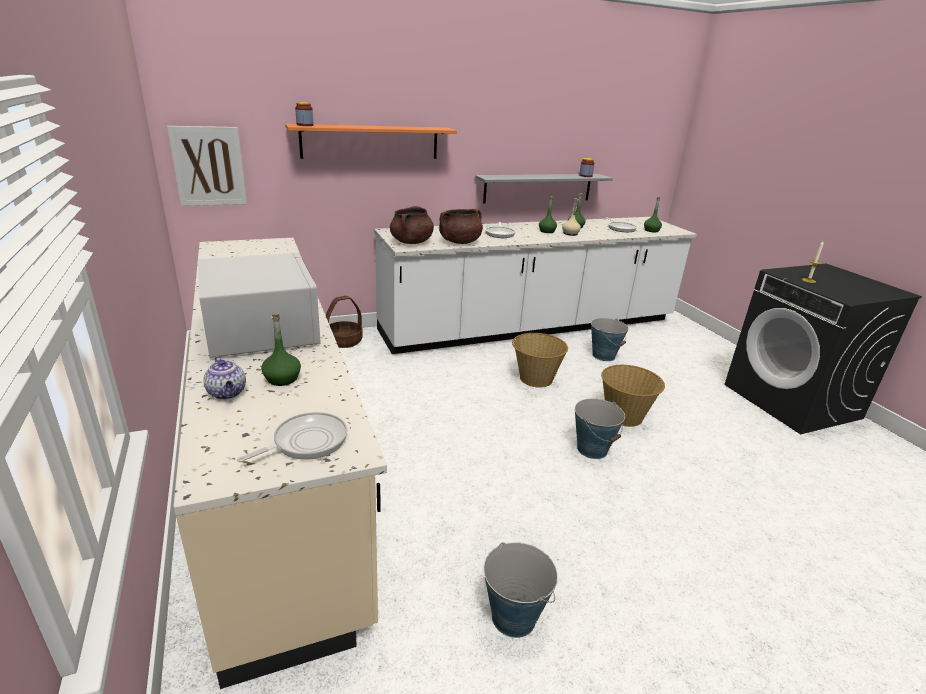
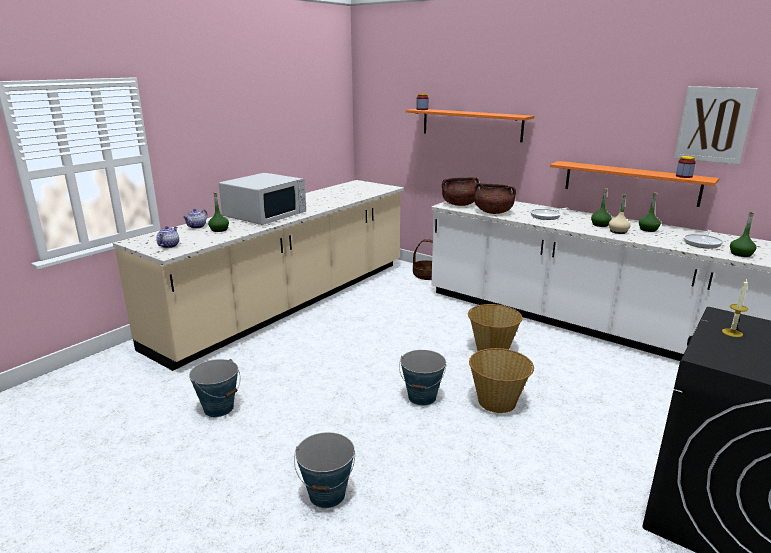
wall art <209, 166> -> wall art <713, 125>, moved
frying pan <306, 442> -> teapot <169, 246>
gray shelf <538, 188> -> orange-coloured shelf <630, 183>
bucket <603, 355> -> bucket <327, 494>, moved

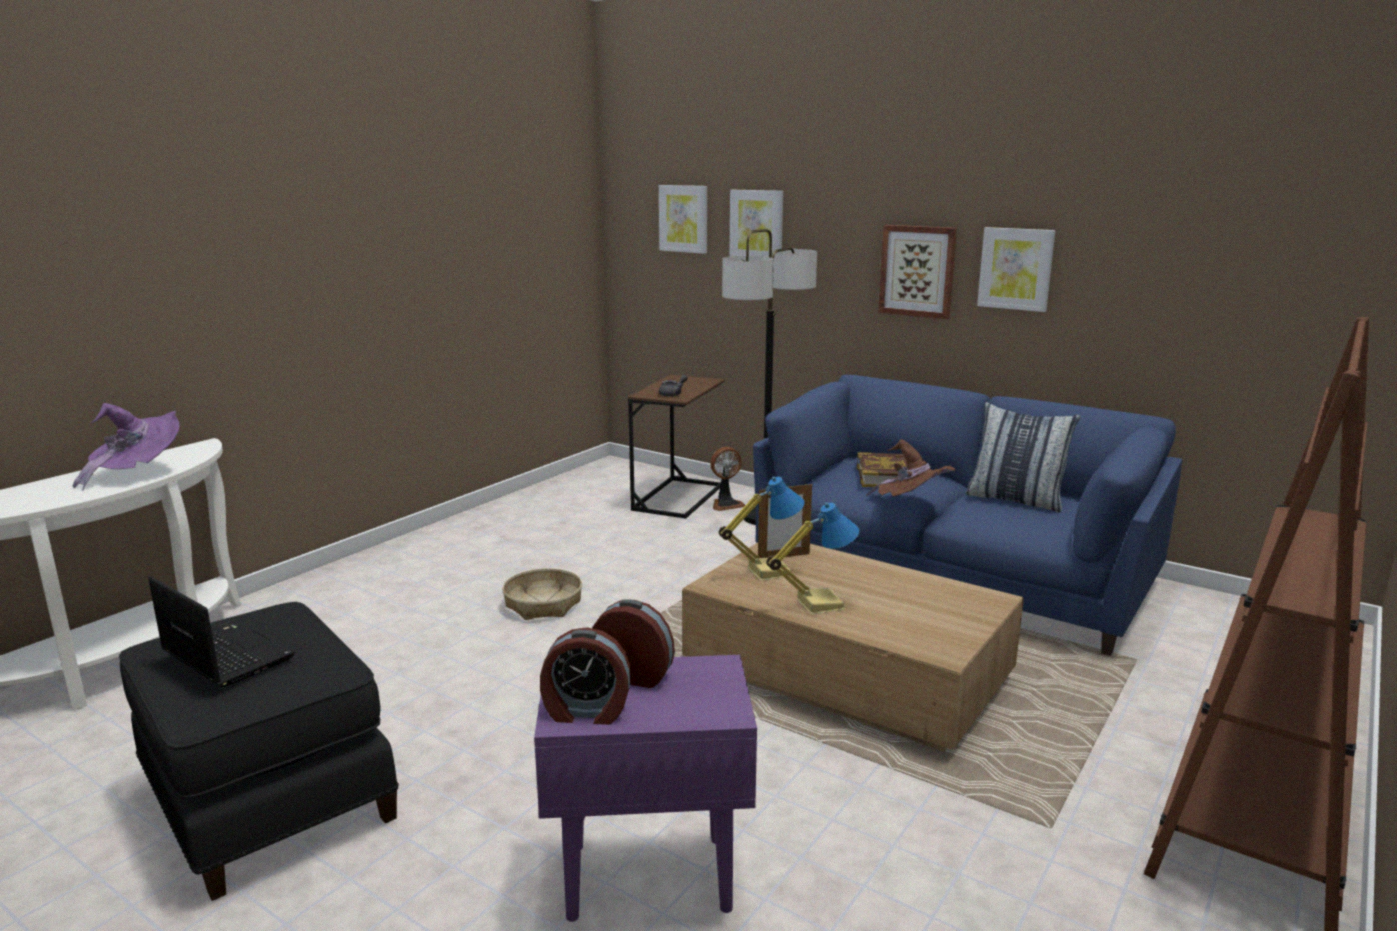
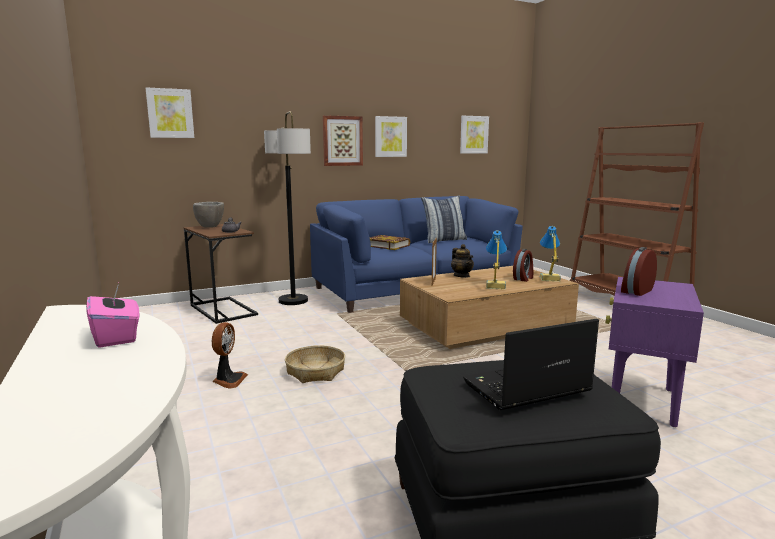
purple hat <137, 473> -> pinkish tissue holder <116, 336>
table clock <586, 712> -> table clock <523, 278>, moved
electric fan <726, 504> -> electric fan <228, 380>, moved
table lamp <768, 571> -> table lamp <549, 279>, moved
wall art <757, 225> -> wall art <473, 134>, moved
brownish hat <911, 504> -> none
none -> gray serving bowl <210, 227>
none -> teapot <462, 276>

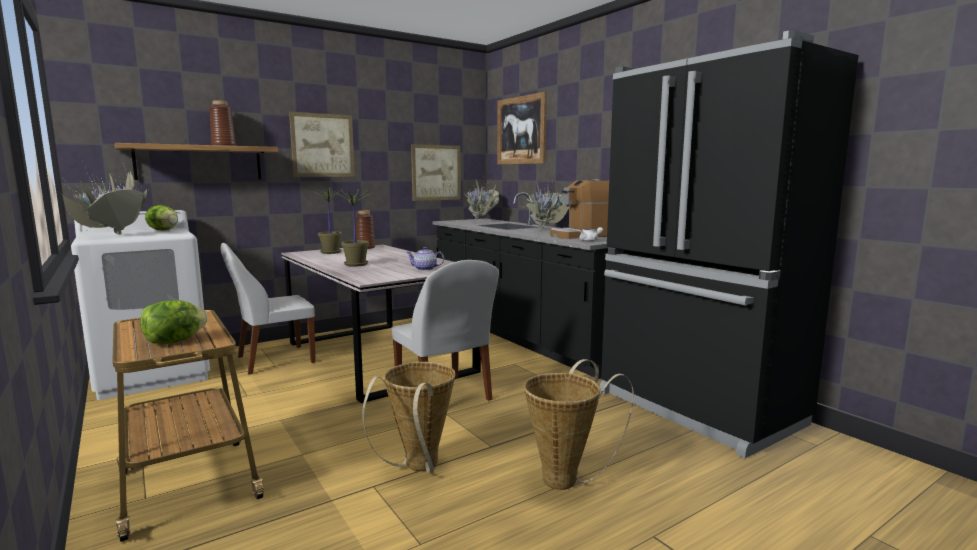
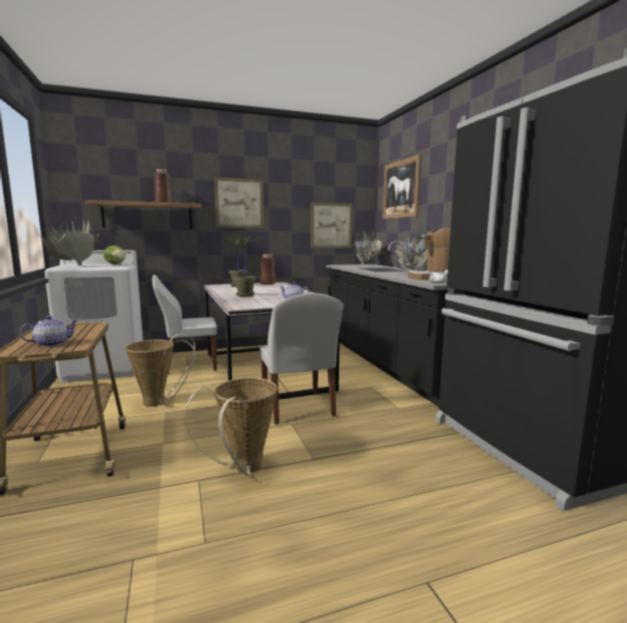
lettuce <175, 341> -> teapot <51, 344>
household basket <566, 478> -> household basket <159, 402>, moved

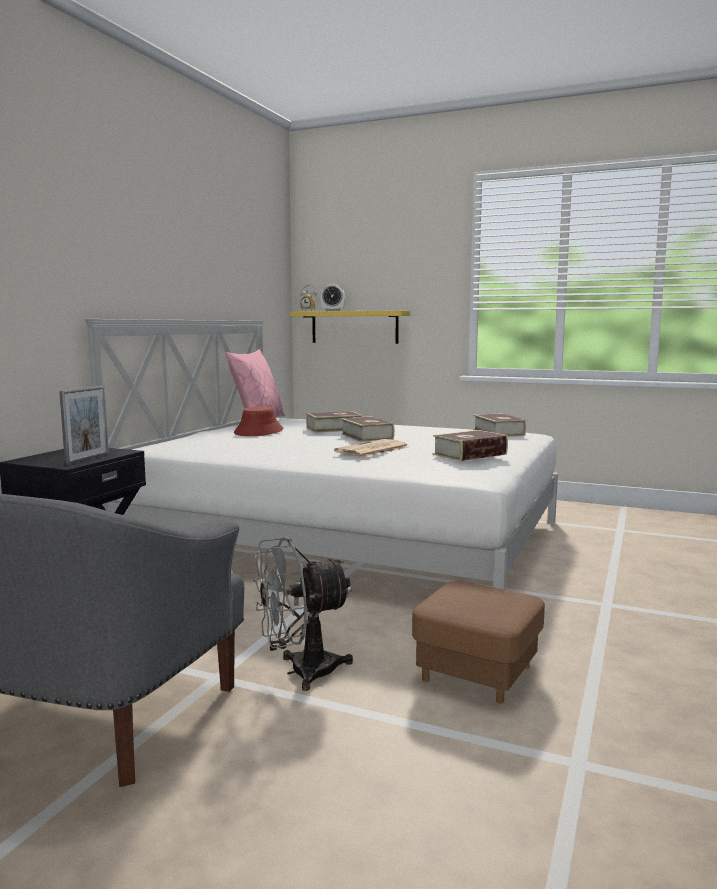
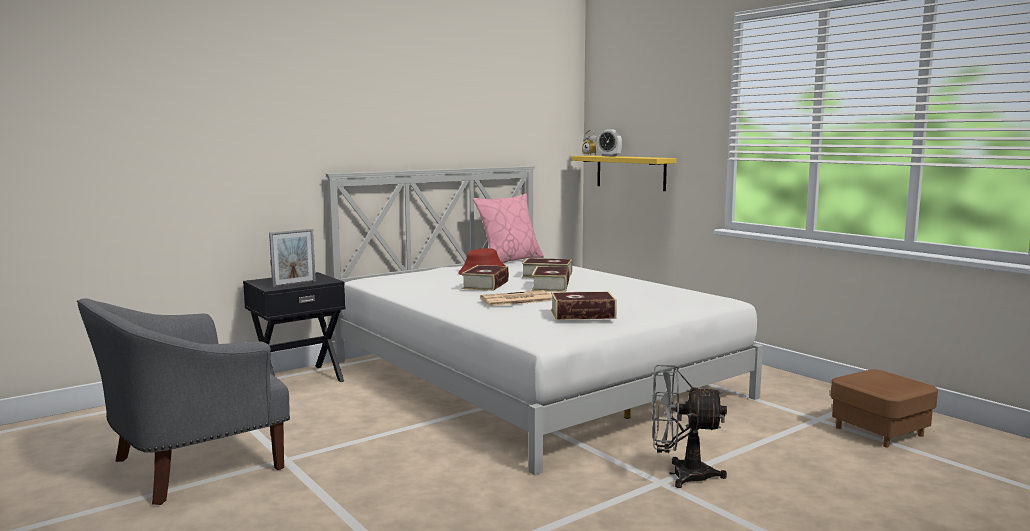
gray electric fan <301, 672> -> gray electric fan <680, 475>, moved
brownish footrest <477, 673> -> brownish footrest <879, 431>, moved
bound book <498, 432> -> bound book <485, 285>, moved

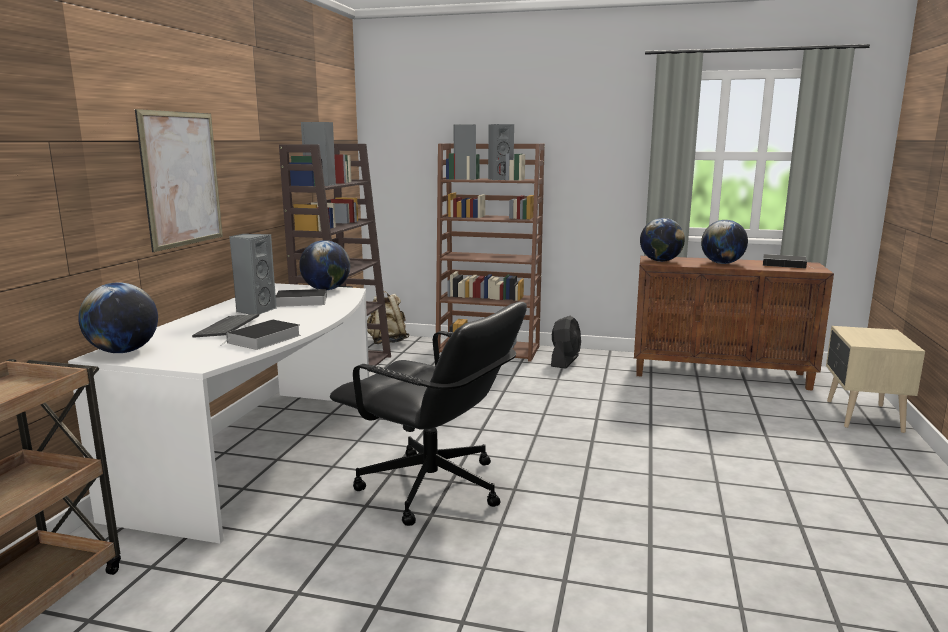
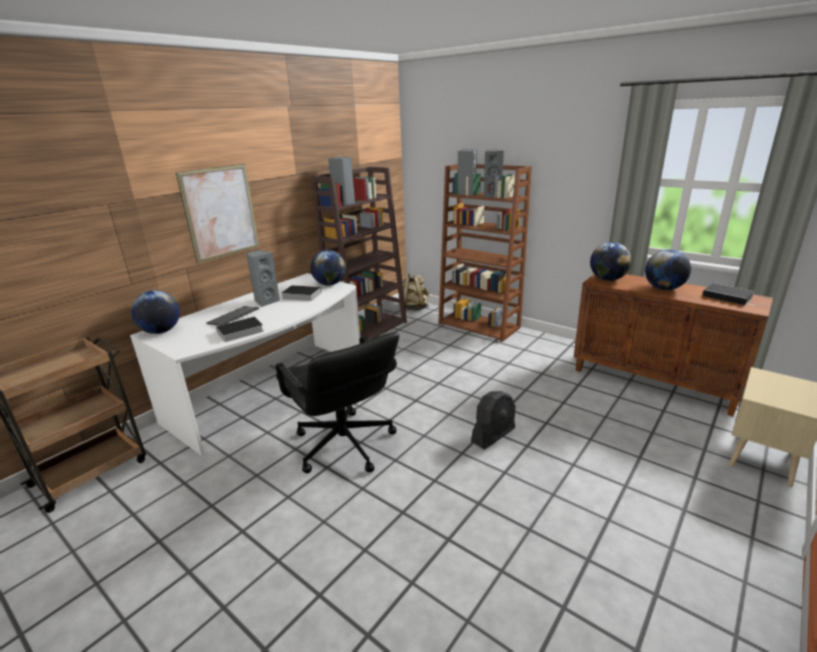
blackish electric fan <565, 361> -> blackish electric fan <493, 435>, moved

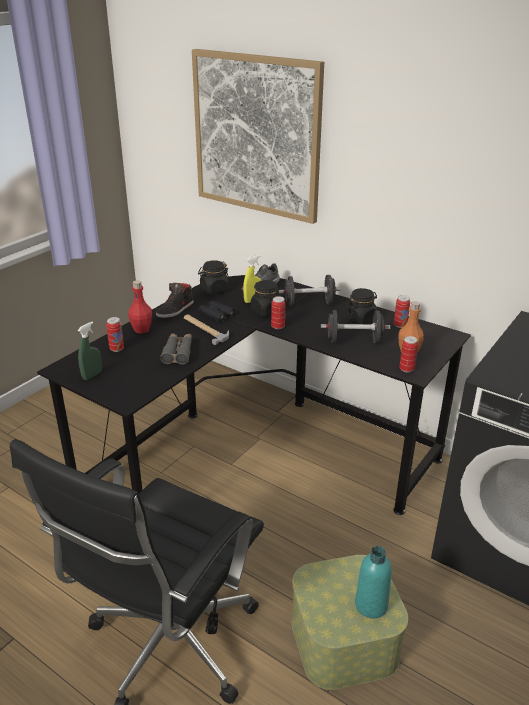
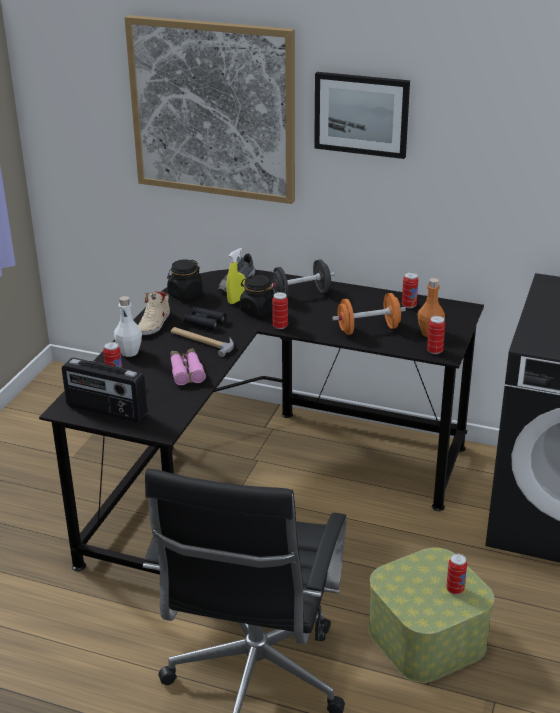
greenish spray bottle <92, 375> -> radio receiver <106, 410>
reddish bottle <142, 329> -> whitish bottle <129, 352>
blackish low shoe <175, 310> -> beige low shoe <154, 324>
gray pair of binoculars <178, 352> -> pinkish pair of binoculars <186, 371>
blackish hand weight <354, 340> -> orange-coloured hand weight <368, 329>
blackish preserve jar <360, 320> -> none
blue-green bottle <371, 605> -> can <455, 589>
none -> wall art <361, 114>

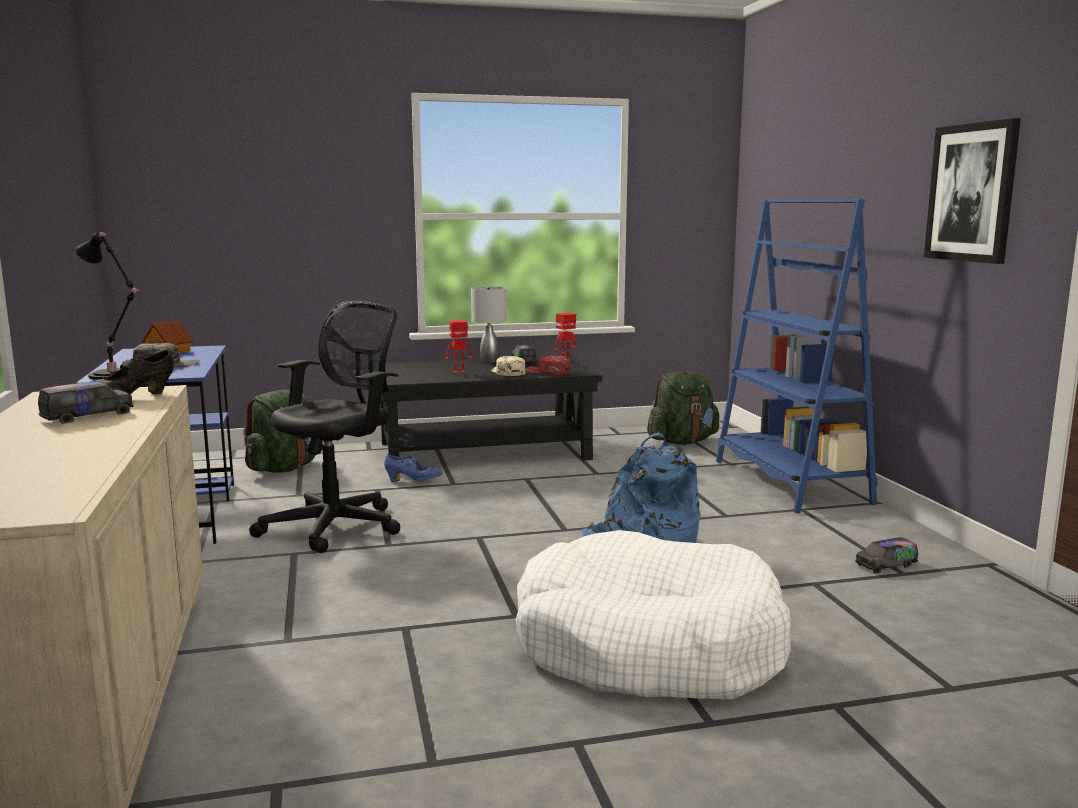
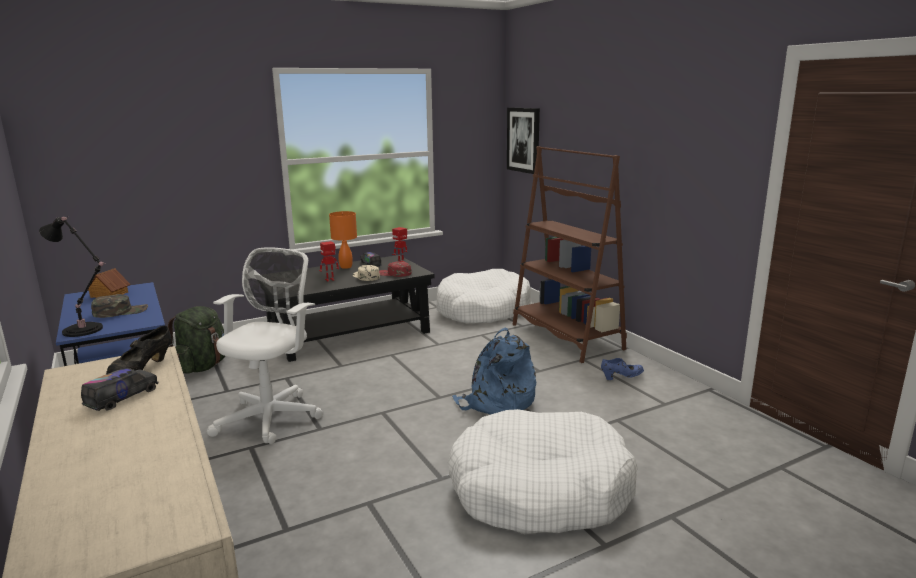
blackish desk chair <337, 526> -> whitish desk chair <272, 416>
blue low shoe <413, 481> -> blue low shoe <622, 377>, moved
gray table lamp <489, 362> -> orange-coloured table lamp <346, 267>
greenish backpack <682, 442> -> whitish dog bed <482, 310>
blue shelving unit <790, 482> -> brownish shelving unit <566, 337>
toy truck <886, 565> -> none
wall art <972, 193> -> wall art <523, 140>, moved

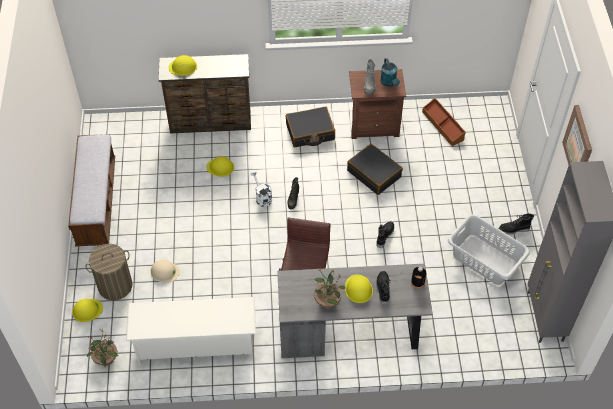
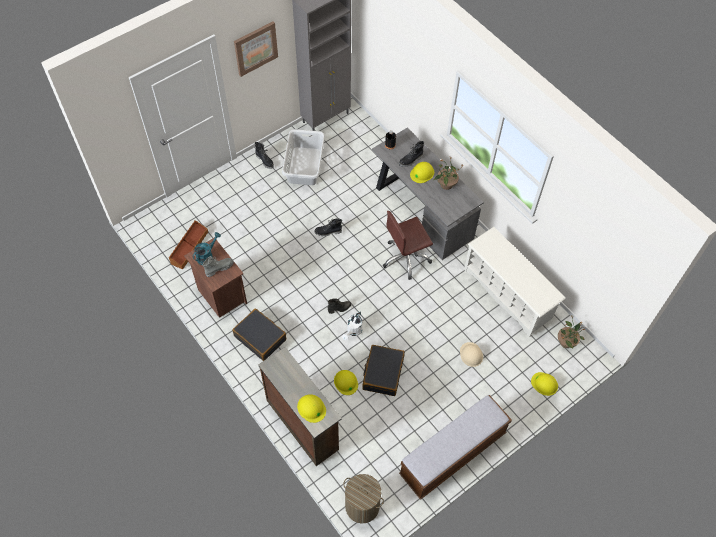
laundry basket <115, 286> -> laundry basket <362, 506>, moved
blackish suitcase <374, 174> -> blackish suitcase <383, 373>, moved

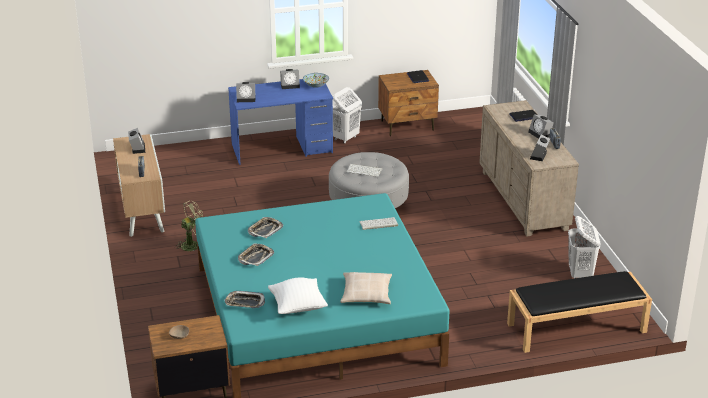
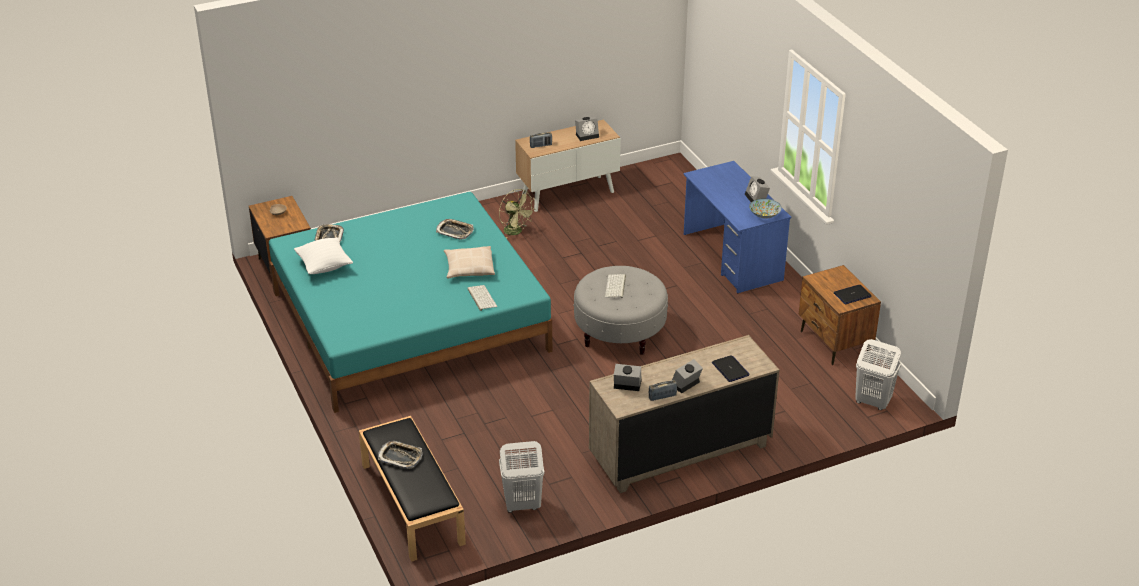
table clock <246, 98> -> none
tray <255, 257> -> tray <400, 457>, moved
whitish laundry basket <345, 138> -> whitish laundry basket <872, 402>, moved
beige cushion <366, 294> -> beige cushion <469, 268>, moved

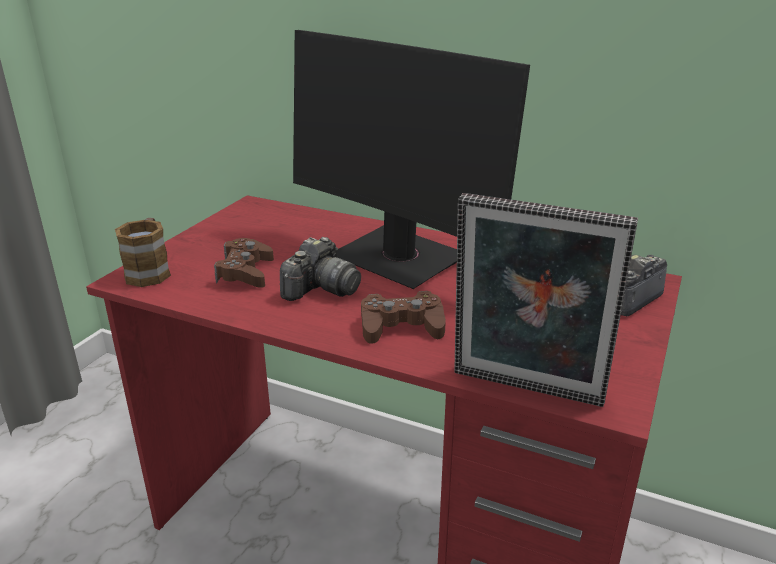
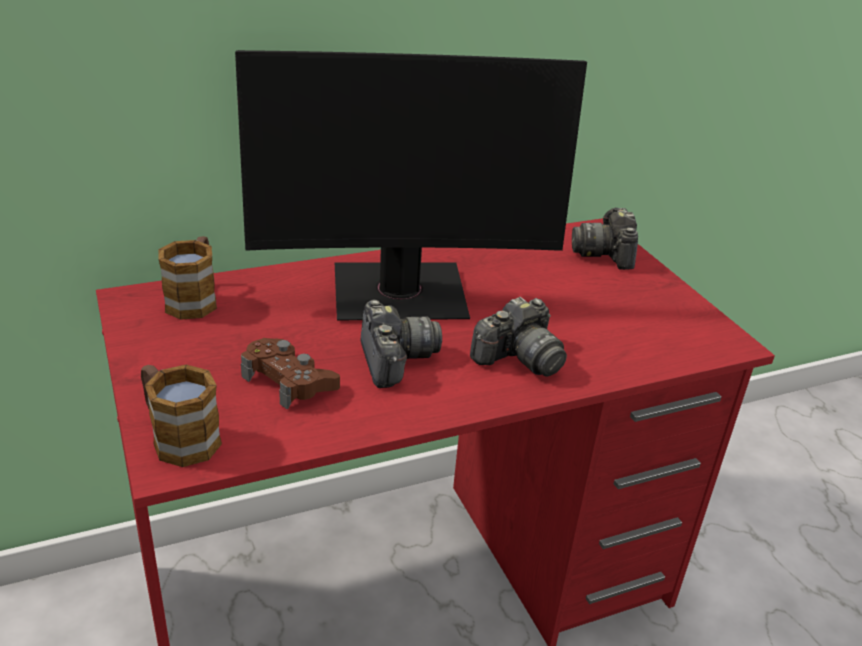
brownish joypad <401, 326> -> still camera <519, 358>
photo frame <525, 391> -> none
none -> mug <195, 299>

